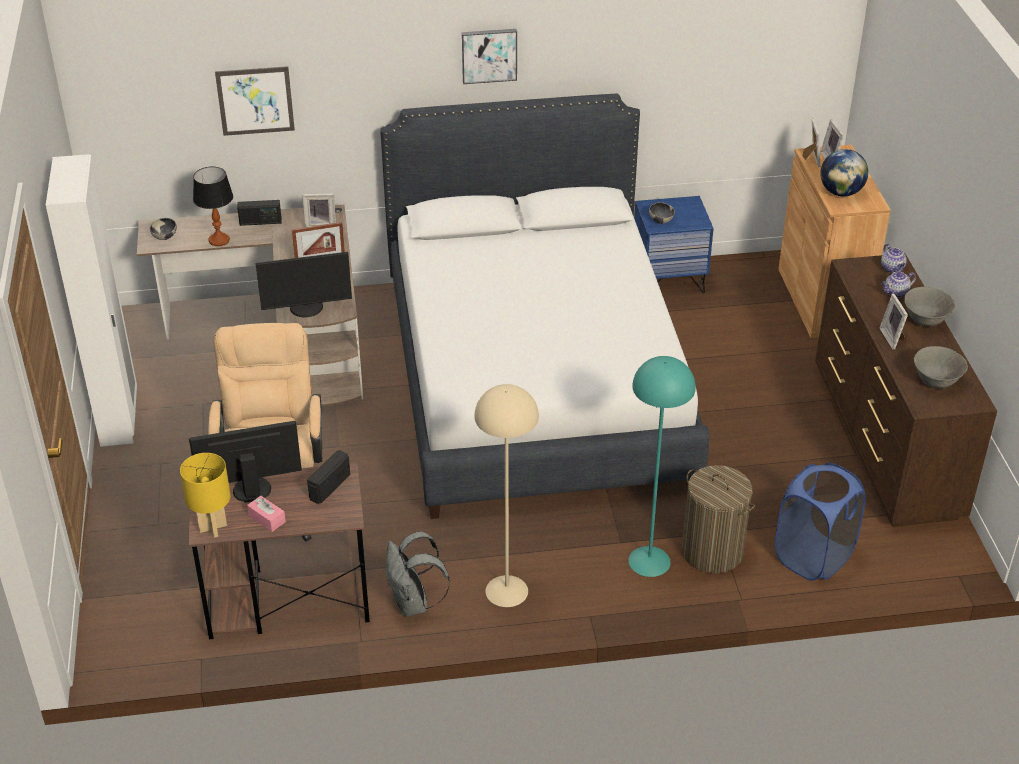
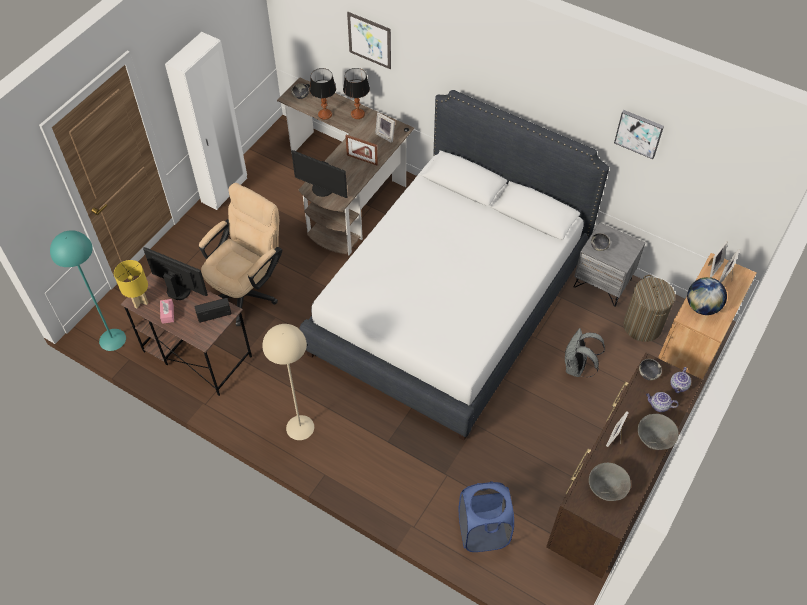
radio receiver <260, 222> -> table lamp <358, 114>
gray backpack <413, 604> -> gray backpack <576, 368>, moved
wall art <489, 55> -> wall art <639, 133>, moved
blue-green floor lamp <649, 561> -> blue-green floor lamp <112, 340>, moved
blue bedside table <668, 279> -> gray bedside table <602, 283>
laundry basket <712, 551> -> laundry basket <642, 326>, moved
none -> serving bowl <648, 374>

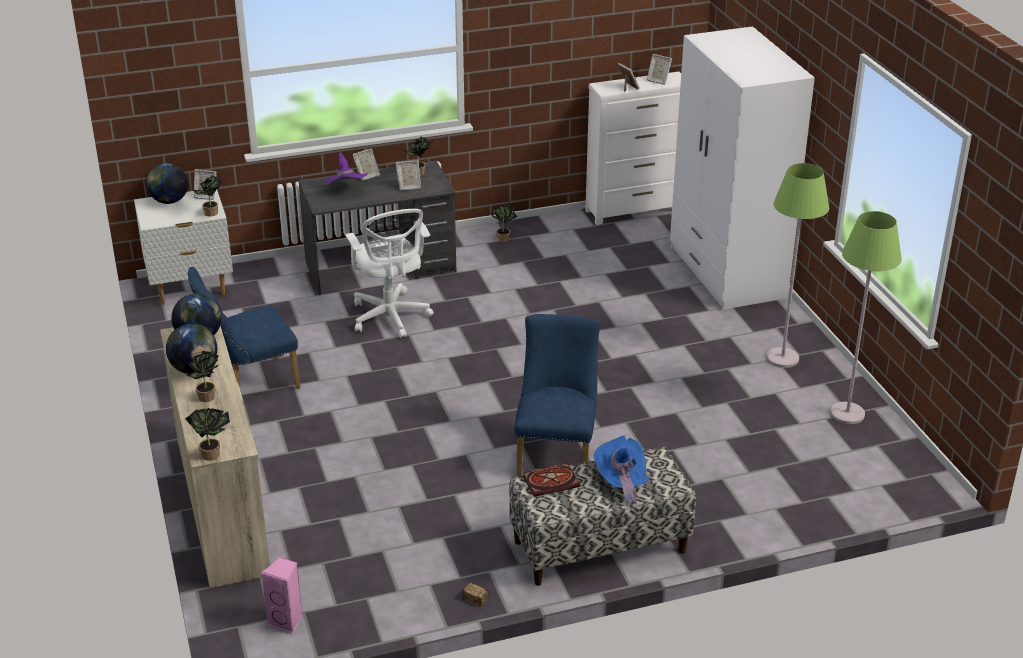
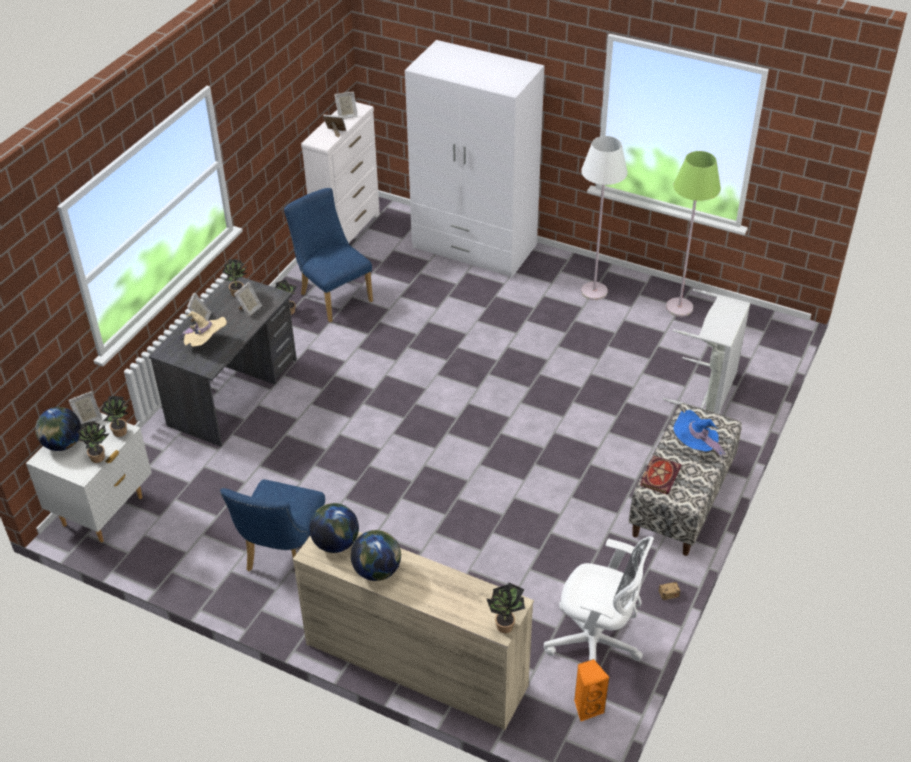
potted plant <208, 398> -> potted plant <100, 458>, moved
pinkish speaker <287, 620> -> orange-coloured speaker <587, 707>
purple hat <345, 191> -> beige hat <205, 343>
whitish desk chair <390, 318> -> whitish desk chair <596, 644>, moved
blue upright chair <556, 453> -> blue upright chair <332, 295>, moved
greenish floor lamp <782, 358> -> whitish floor lamp <594, 292>
none -> gray laundry basket <708, 389>

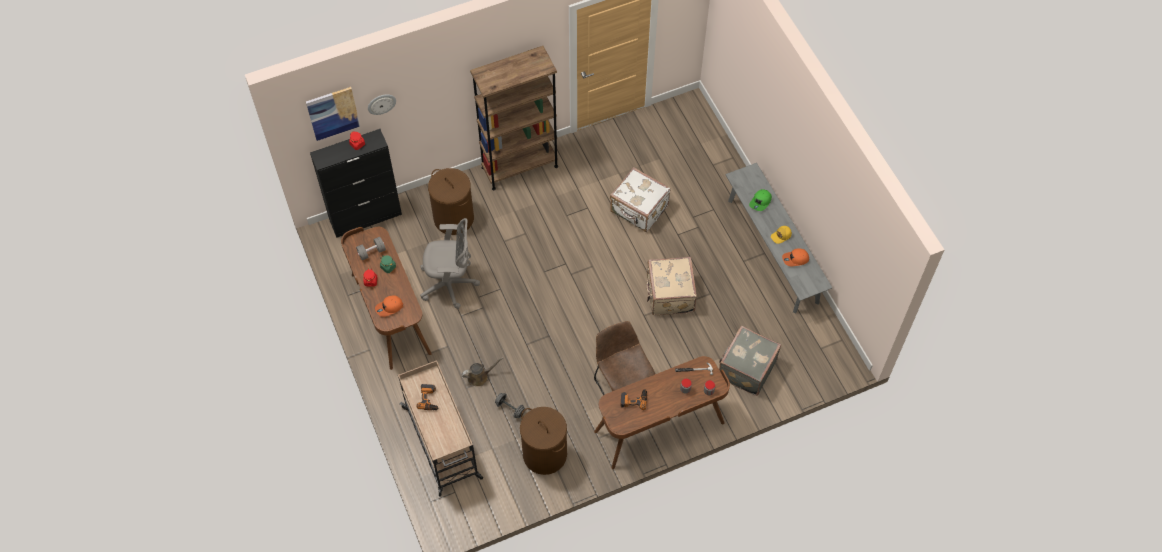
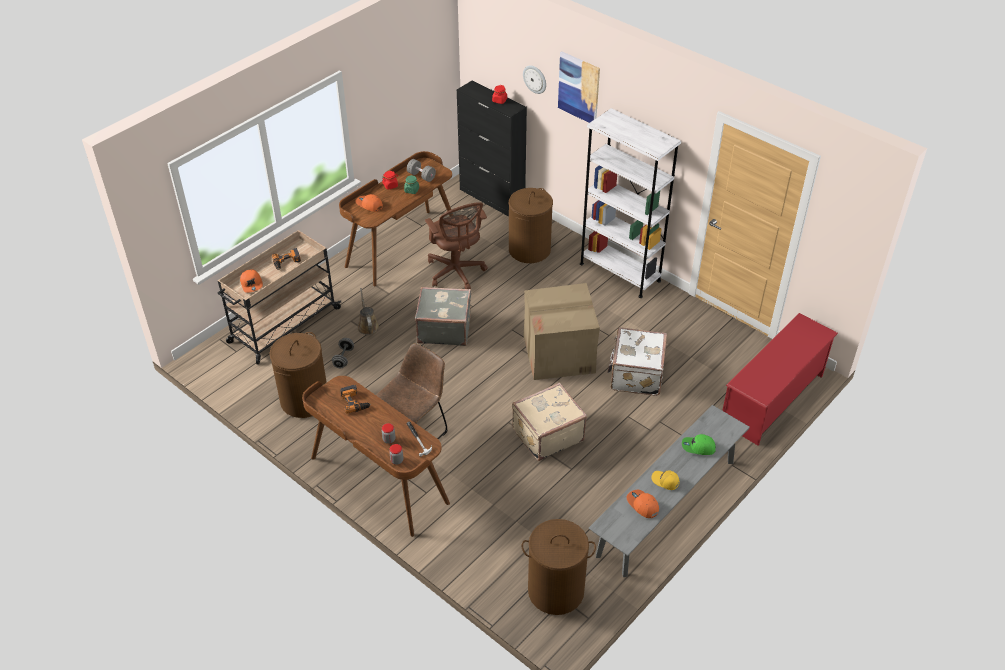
wall art <333, 113> -> wall art <579, 88>, moved
gray desk chair <451, 284> -> brownish desk chair <456, 273>
brownish watering can <480, 376> -> brownish watering can <367, 325>, 150 degrees counterclockwise
brownish shelving unit <519, 167> -> whitish shelving unit <620, 272>
gray suitcase <745, 368> -> gray suitcase <444, 329>, moved
none -> orange-coloured peaked cap <252, 284>
none -> brownish laundry basket <555, 591>
none -> packing box <559, 354>
none -> reddish shoe shelf <772, 399>

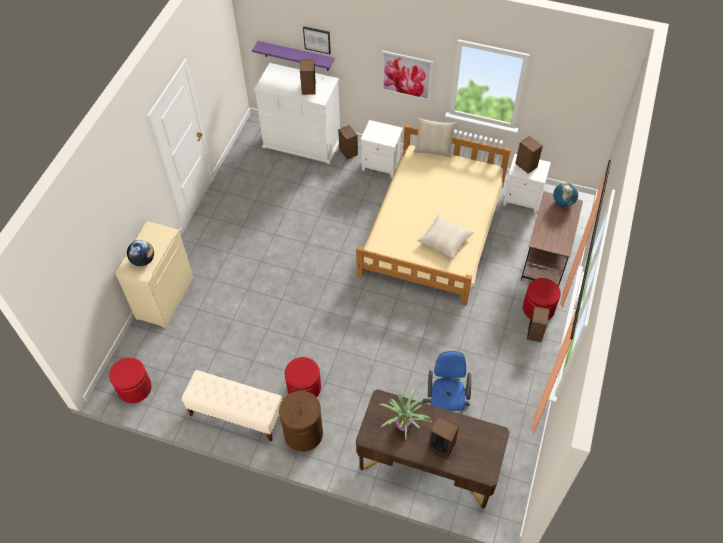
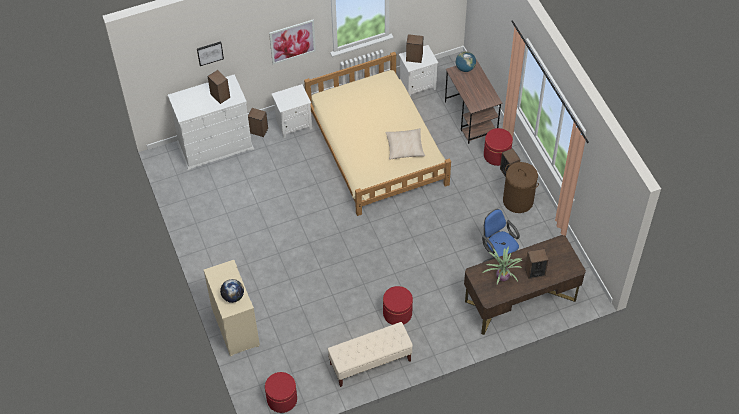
purple shelf <296, 56> -> none
brownish laundry basket <303, 433> -> brownish laundry basket <518, 201>, moved
beige cushion <433, 150> -> none

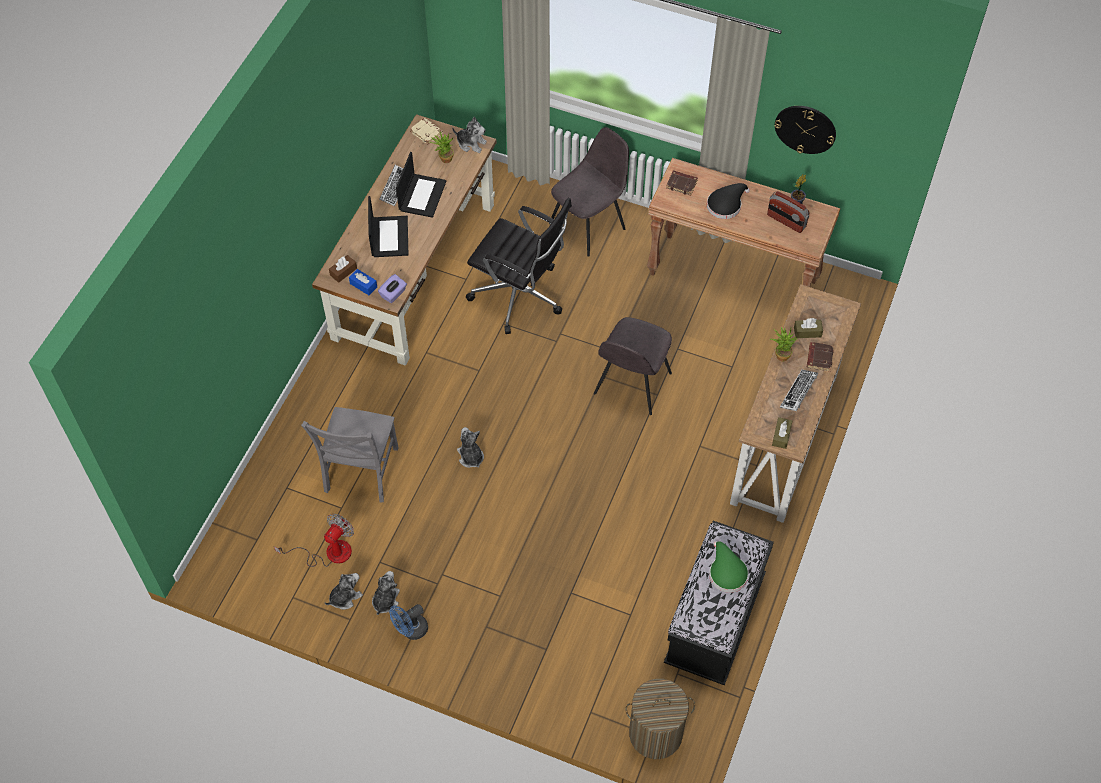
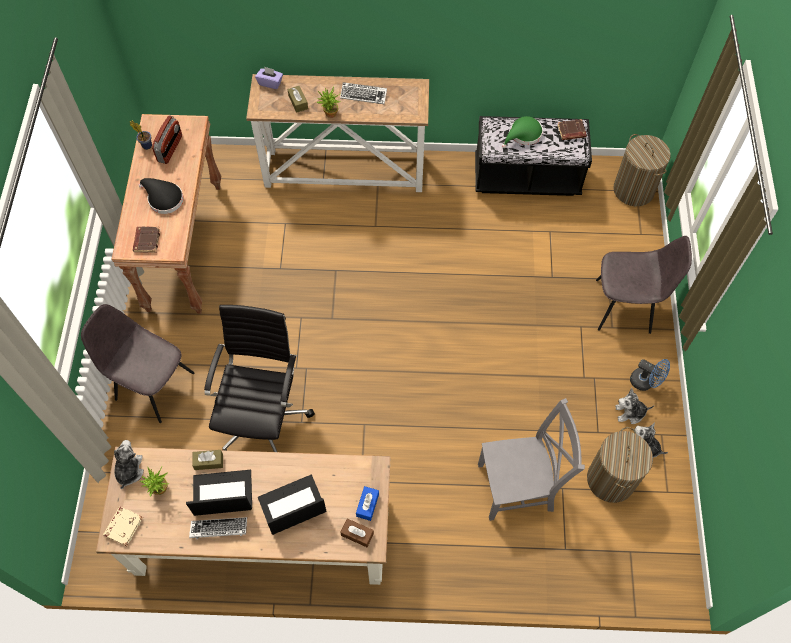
electric fan <329, 553> -> laundry basket <611, 479>
purple tissue holder <393, 294> -> purple tissue holder <270, 83>, moved
plush toy <470, 457> -> none
gray upright chair <631, 385> -> gray upright chair <625, 306>, moved
brownish tissue holder <781, 436> -> brownish tissue holder <208, 462>, moved
wall clock <805, 129> -> none
brownish bound book <819, 358> -> brownish bound book <571, 132>, moved

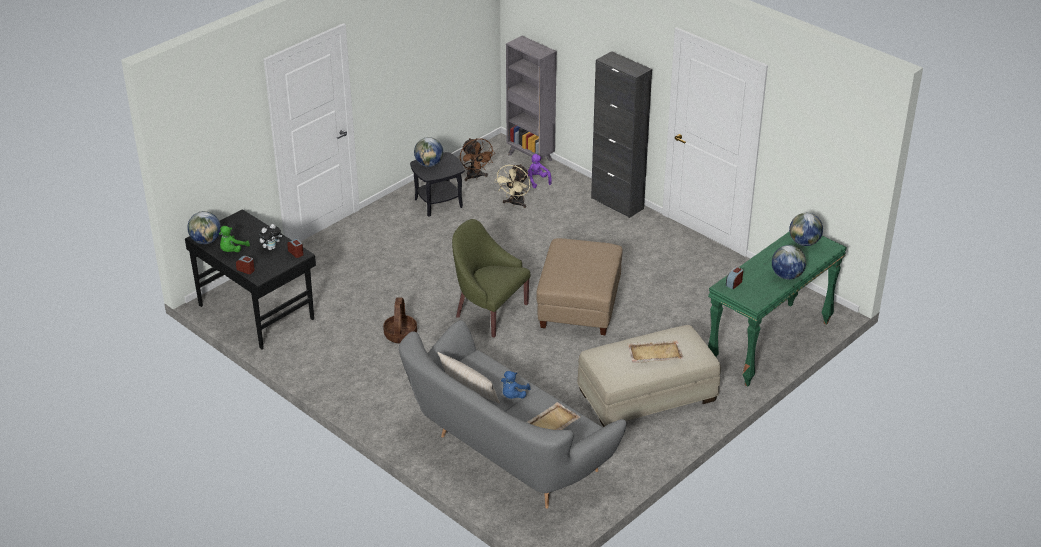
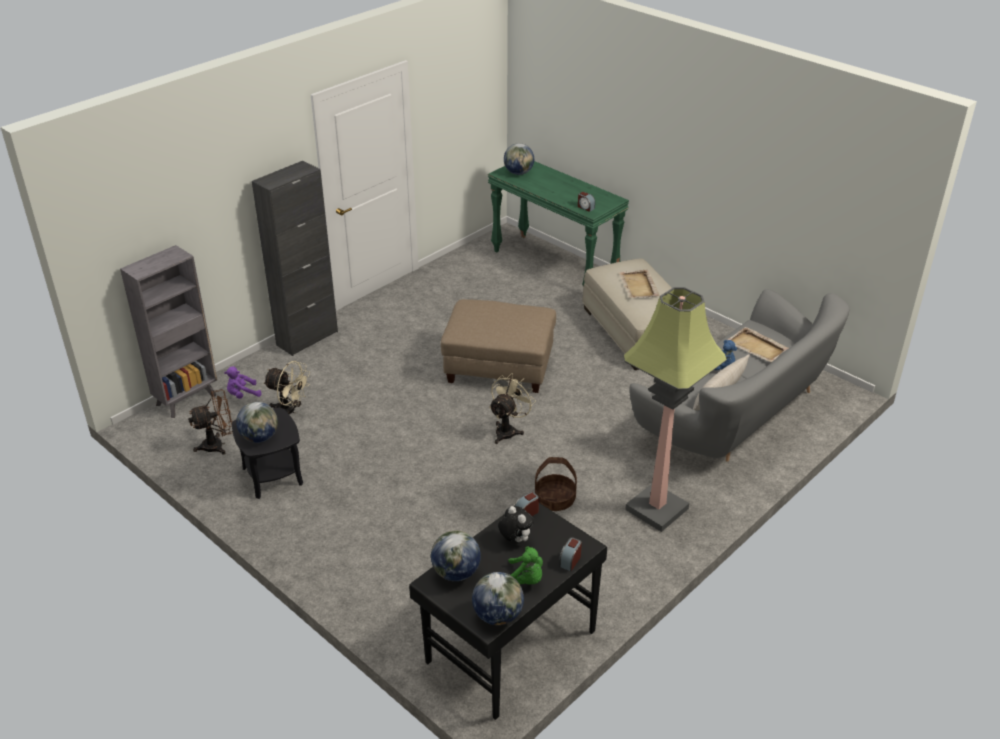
greenish lounge chair <489, 311> -> beige electric fan <508, 430>
globe <787, 276> -> globe <456, 573>, moved
none -> floor lamp <657, 510>

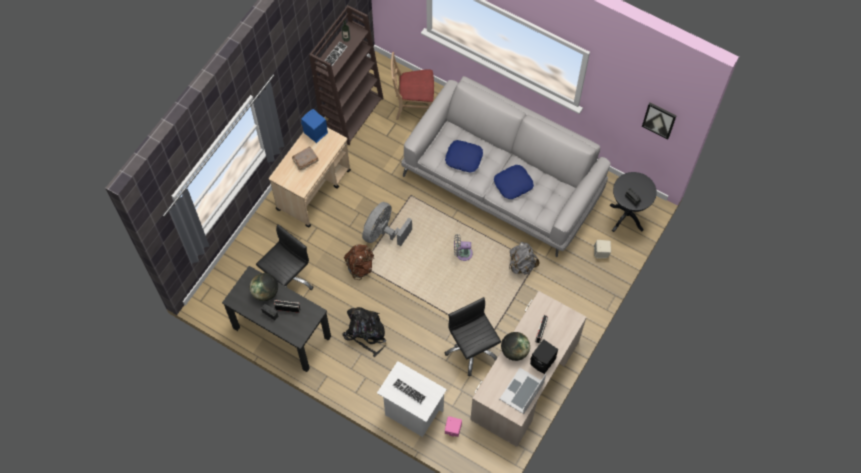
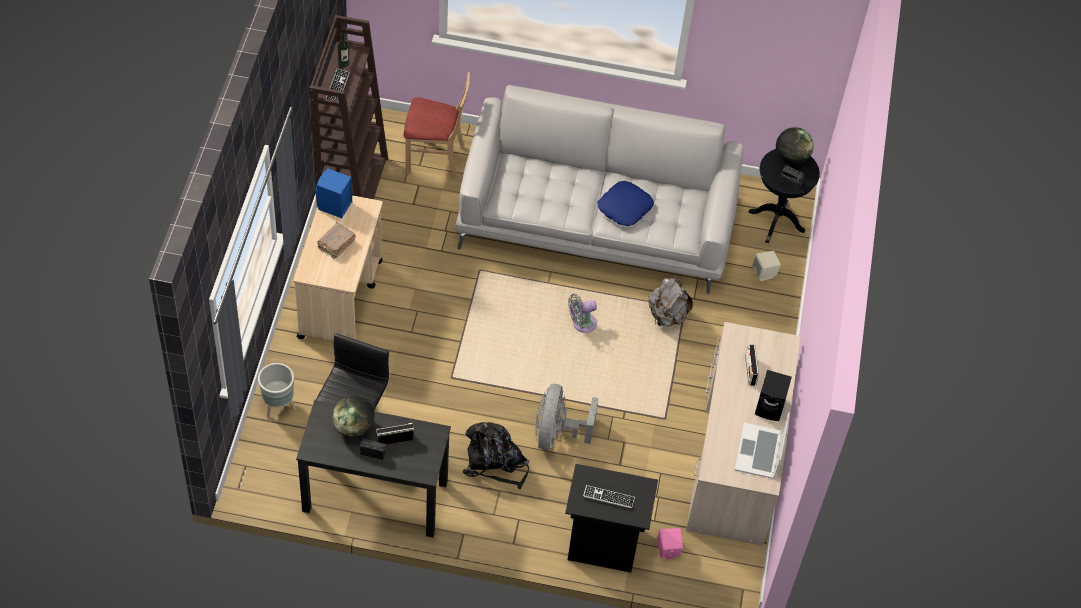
brownish backpack <360, 266> -> none
gray electric fan <383, 233> -> gray electric fan <557, 434>, moved
whitish bedside table <412, 412> -> blackish bedside table <602, 545>
beige upright chair <414, 107> -> beige upright chair <435, 158>, 150 degrees counterclockwise
blue cushion <464, 158> -> none
blackish desk chair <472, 349> -> none
globe <514, 351> -> globe <791, 158>, moved
wall art <659, 120> -> none
none -> gray plant pot <278, 406>

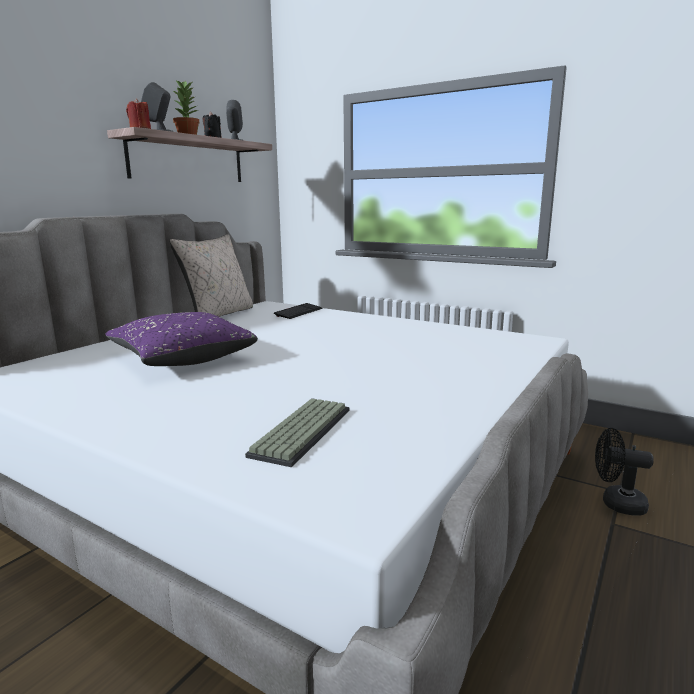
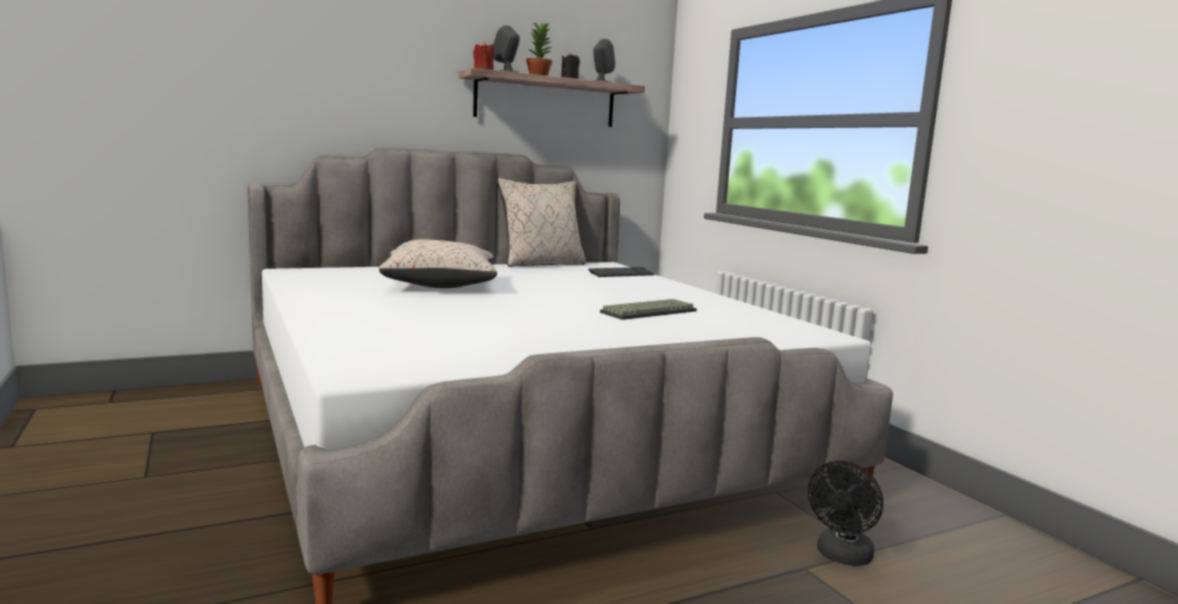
purple cushion <182, 358> -> beige cushion <440, 284>
keyboard <301, 431> -> keyboard <648, 311>, moved
blackish electric fan <616, 503> -> blackish electric fan <842, 557>, 105 degrees counterclockwise

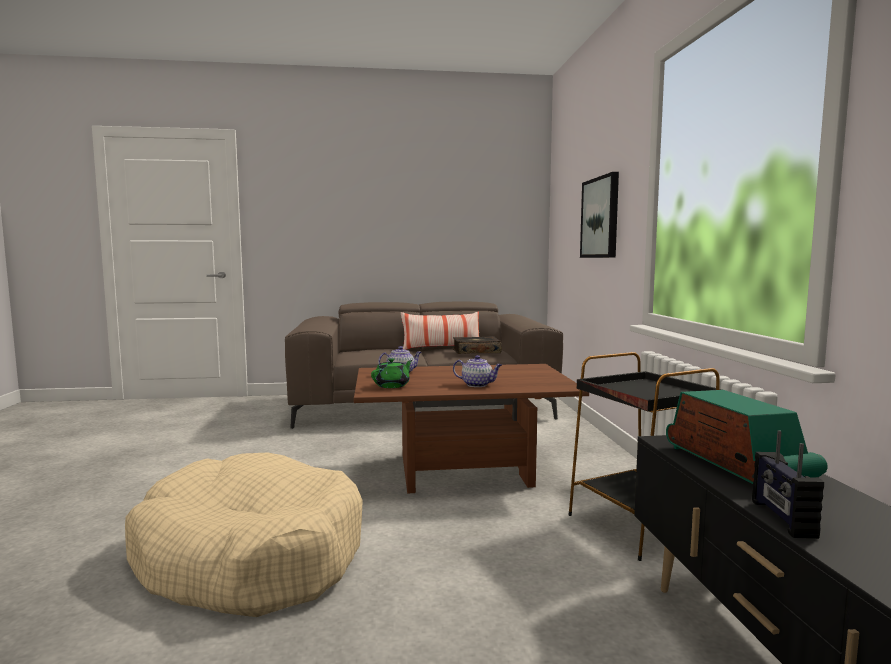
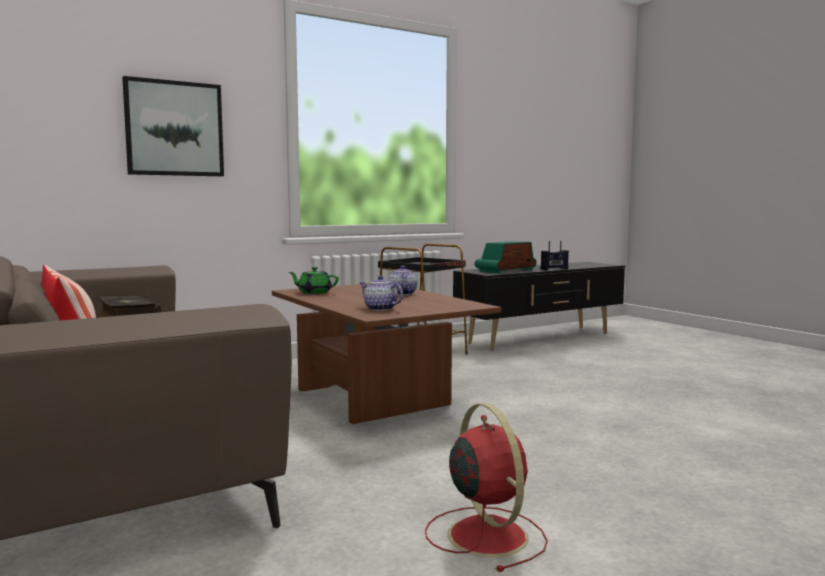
beige dog bed <249, 557> -> none
greenish teapot <392, 385> -> greenish teapot <314, 292>, moved
none -> reddish electric fan <485, 534>

